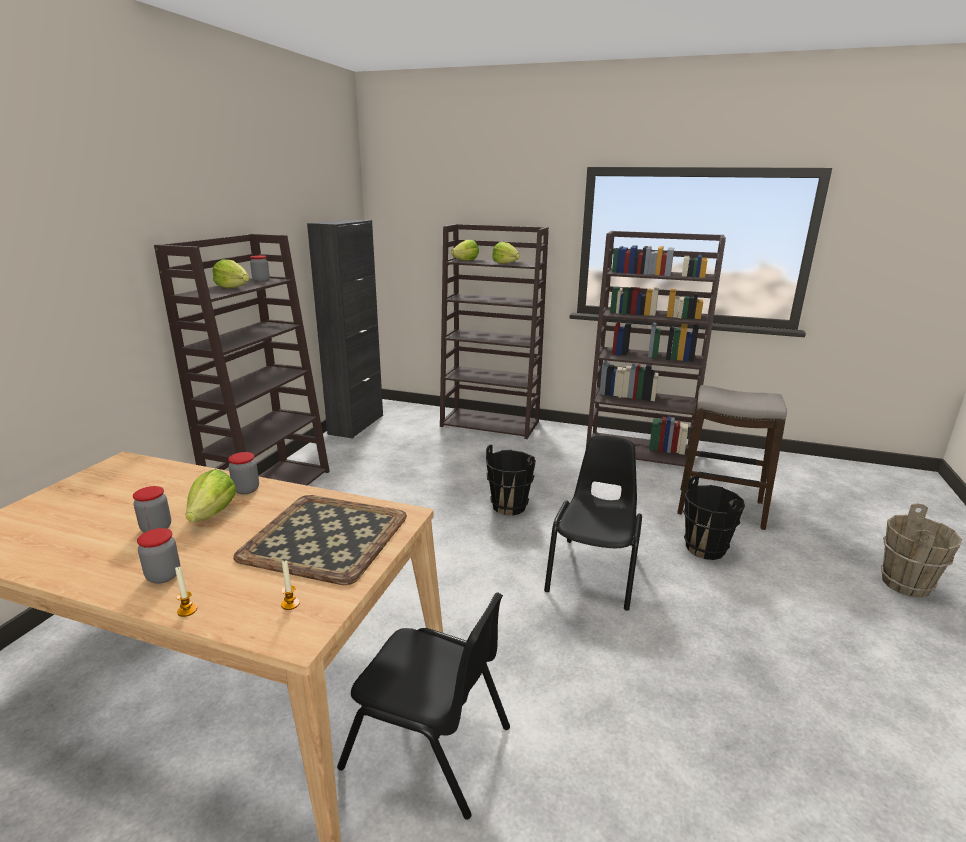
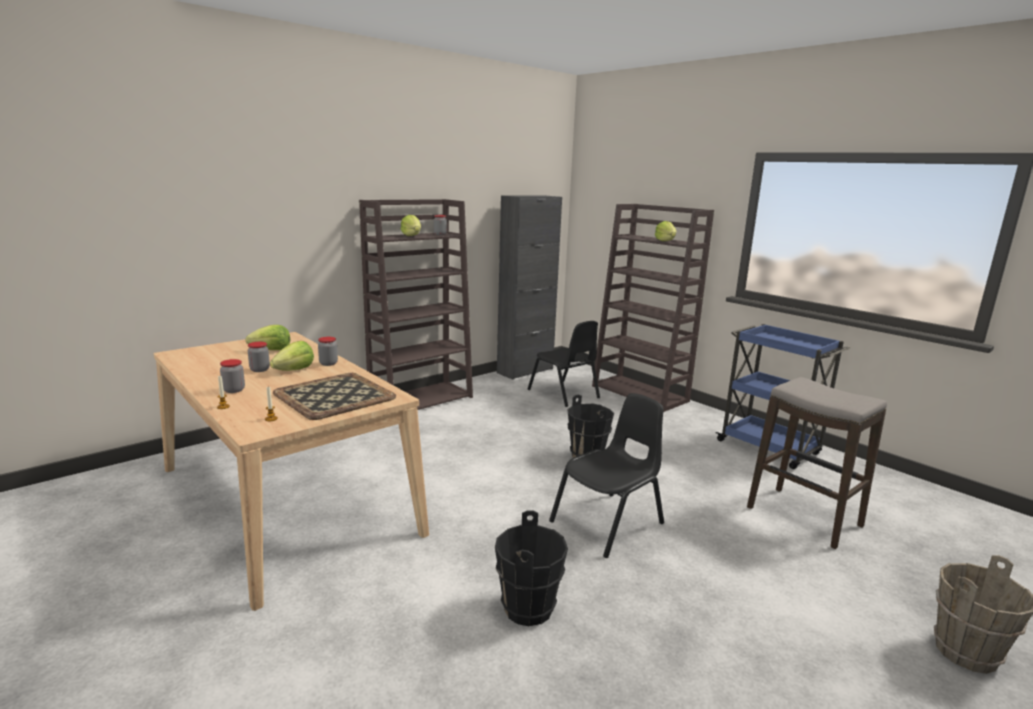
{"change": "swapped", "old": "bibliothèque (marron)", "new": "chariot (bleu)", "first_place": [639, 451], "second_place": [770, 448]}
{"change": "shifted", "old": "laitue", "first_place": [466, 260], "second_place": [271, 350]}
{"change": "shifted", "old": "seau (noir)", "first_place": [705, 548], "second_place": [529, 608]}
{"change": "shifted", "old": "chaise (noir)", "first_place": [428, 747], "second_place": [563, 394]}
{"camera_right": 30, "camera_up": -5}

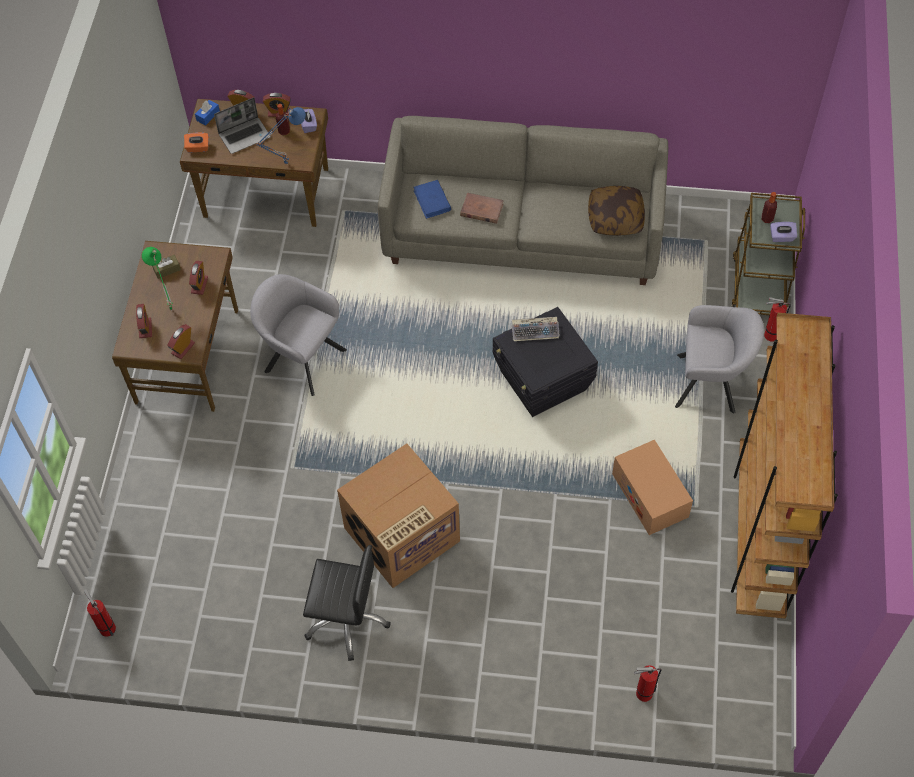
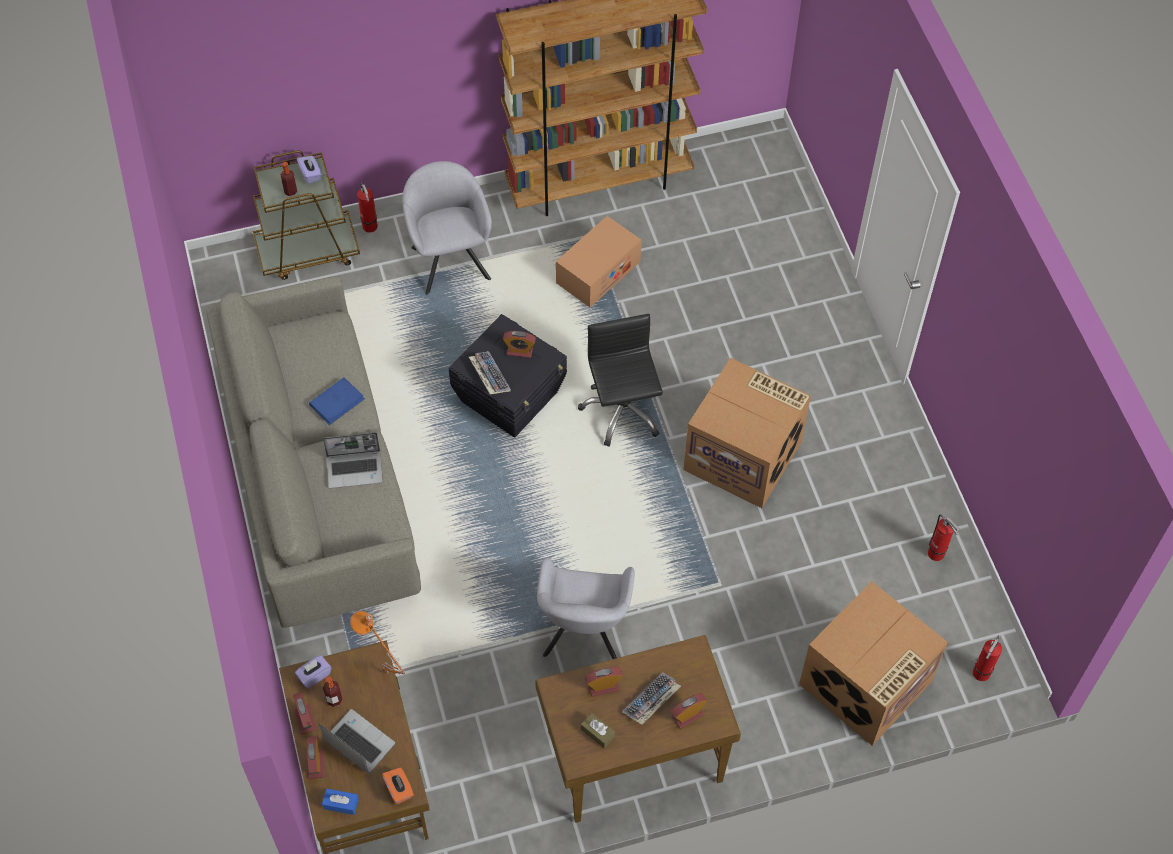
{"change": "repainted", "old": "lampe de table (bleu)", "new": "lampe de table (orange)", "first_place": [286, 163], "second_place": [385, 674]}
{"change": "shifted", "old": "livre (bleu)", "first_place": [432, 201], "second_place": [337, 402]}
{"change": "gone", "old": "coussin", "first_place": [615, 218]}
{"change": "swapped", "old": "livre (marron)", "new": "ordinateur portable", "first_place": [481, 210], "second_place": [355, 469]}
{"change": "swapped", "old": "lampe de table (vert)", "new": "clavier", "first_place": [169, 310], "second_place": [651, 702]}
{"change": "shifted", "old": "réveil", "first_place": [183, 348], "second_place": [520, 351]}
{"change": "shifted", "old": "chaise de bureau (noir)", "first_place": [346, 619], "second_place": [622, 411]}
{"change": "shifted", "old": "extincteur", "first_place": [642, 694], "second_place": [937, 555]}
{"change": "new", "new": "carton", "second_place": [865, 685]}
{"camera_right": -115, "camera_up": 0}

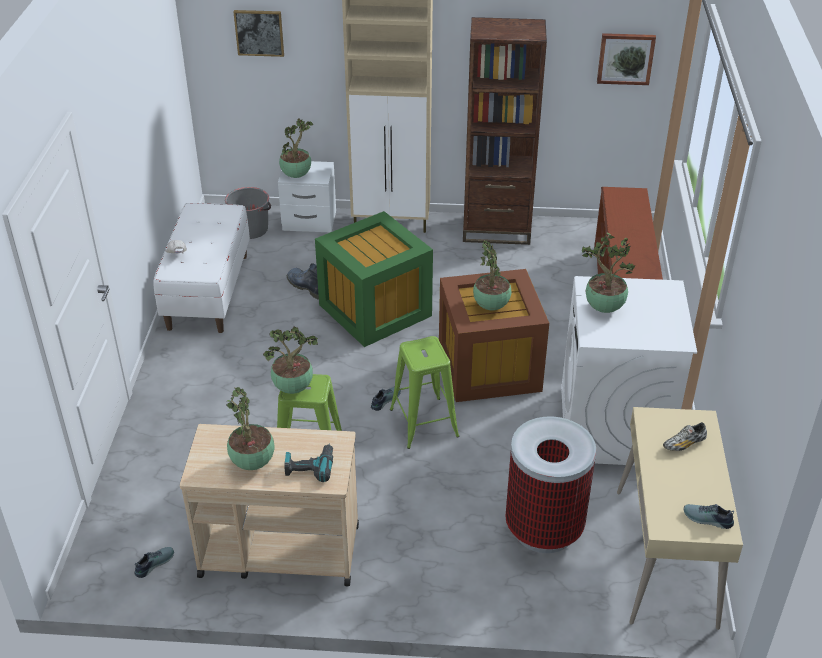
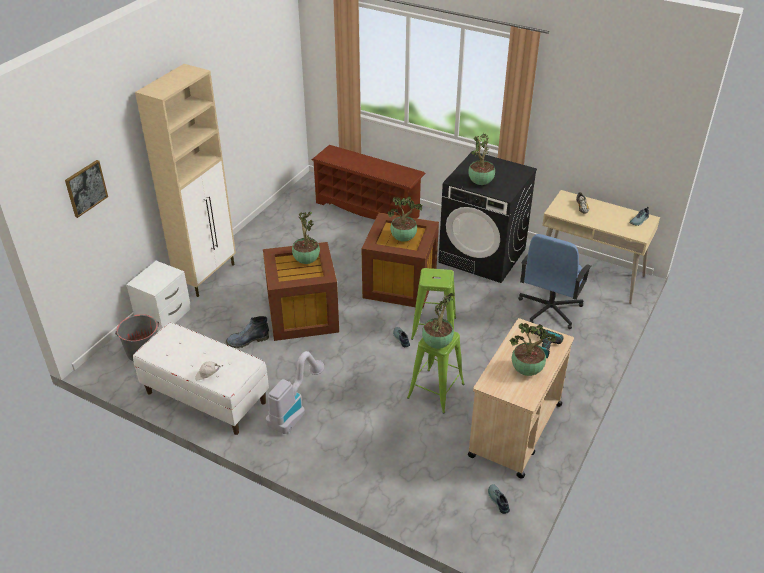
{"change": "gone", "old": "bibliothèque (marron)", "first_place": [496, 230]}
{"change": "gone", "old": "tableau", "first_place": [625, 58]}
{"change": "shifted", "old": "plante en pot", "first_place": [296, 175], "second_place": [306, 260]}
{"change": "repainted", "old": "boîte de rangement (vert)", "new": "boîte de rangement (marron)", "first_place": [375, 309], "second_place": [301, 314]}
{"change": "repainted", "old": "lave-linge (blanc)", "new": "lave-linge (noir)", "first_place": [613, 427], "second_place": [482, 255]}
{"change": "swapped", "old": "poubelle", "new": "chaise de bureau (bleu)", "first_place": [543, 528], "second_place": [549, 310]}
{"change": "new", "new": "aspirateur", "second_place": [294, 410]}
{"camera_right": -65, "camera_up": 0}

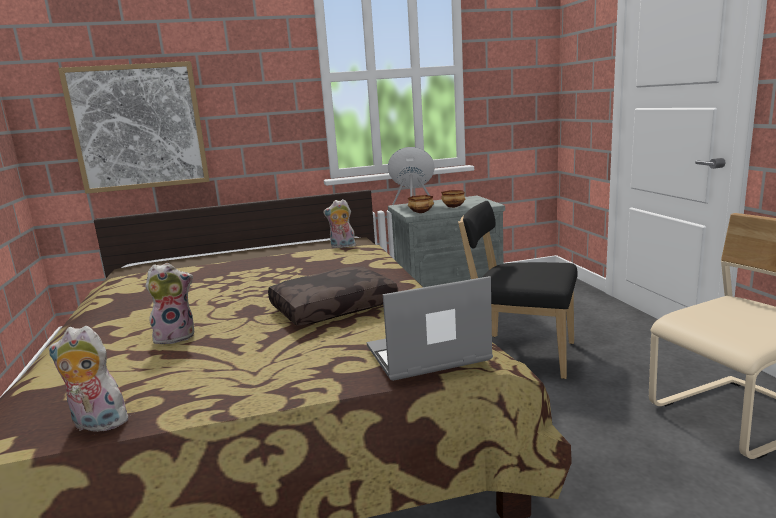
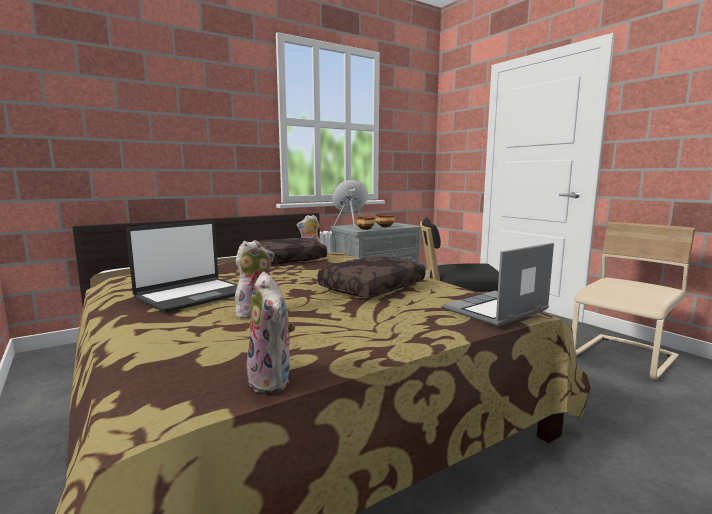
{"change": "gone", "old": "tableau", "first_place": [138, 127]}
{"change": "rotated", "old": "peluche", "first_place": [96, 424], "second_place": [273, 380], "degrees": -105}
{"change": "new", "new": "ordinateur portable", "second_place": [193, 296]}
{"change": "new", "new": "coussin (marron)", "second_place": [286, 259]}
{"camera_right": -20, "camera_up": -5}

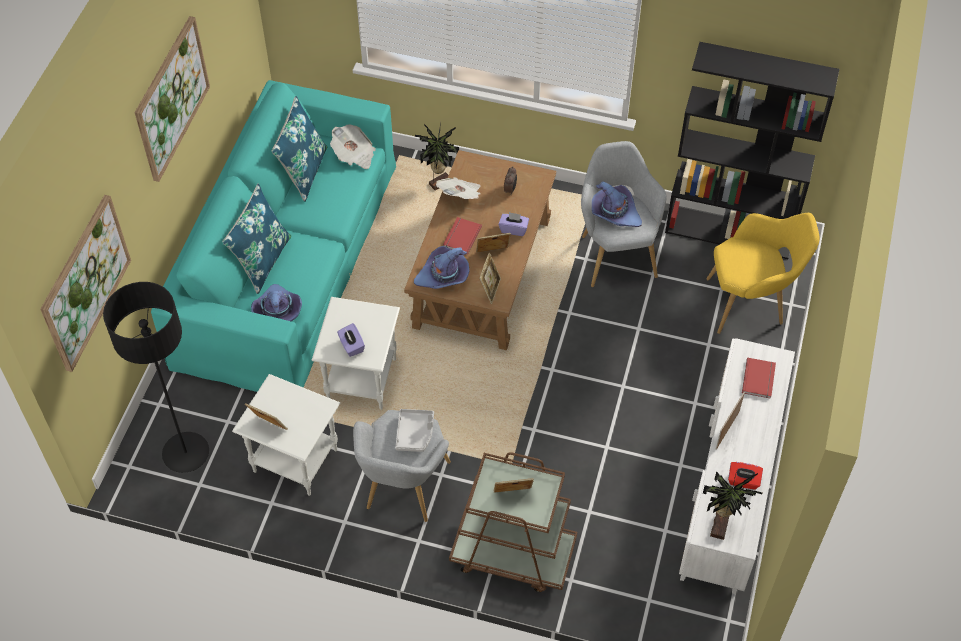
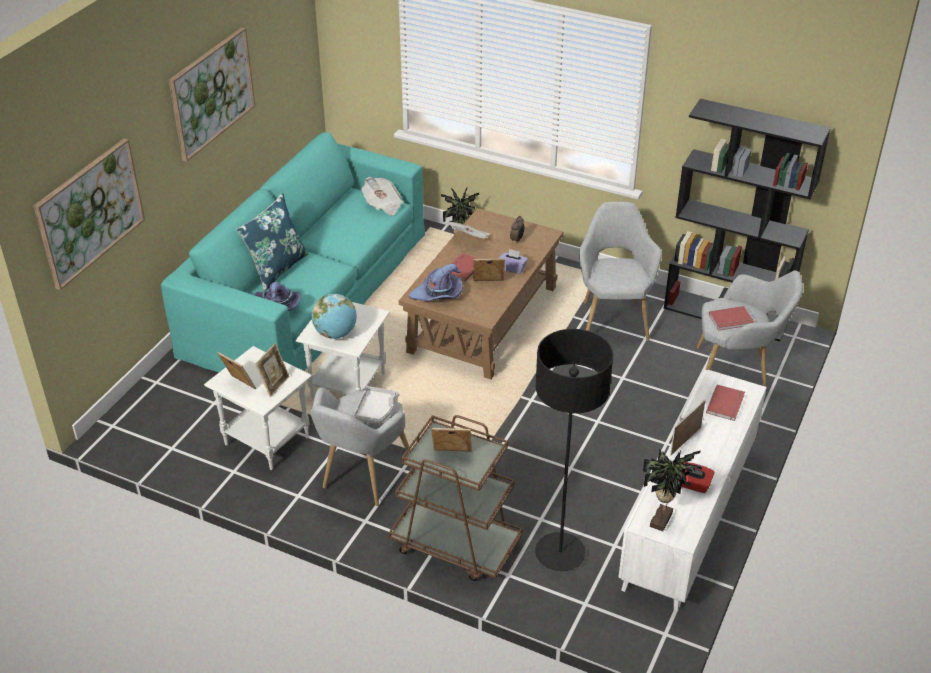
{"change": "gone", "old": "coussin (bleu)", "first_place": [303, 171]}
{"change": "gone", "old": "chapeau (violet)", "first_place": [614, 212]}
{"change": "repainted", "old": "fauteuil (jaune)", "new": "fauteuil (gris)", "first_place": [750, 303], "second_place": [737, 371]}
{"change": "shifted", "old": "cadre photo", "first_place": [490, 289], "second_place": [274, 384]}
{"change": "shifted", "old": "lampadaire (noir)", "first_place": [186, 453], "second_place": [560, 553]}
{"change": "swapped", "old": "boîte à mouchoirs (violet)", "new": "globe", "first_place": [351, 346], "second_place": [335, 334]}
{"change": "new", "new": "livre (rouge)", "second_place": [731, 320]}
{"camera_right": 10, "camera_up": -15}

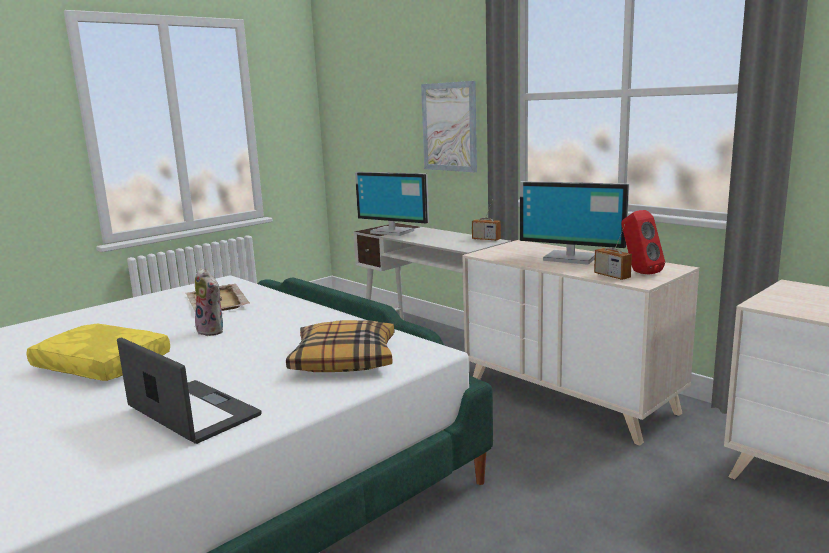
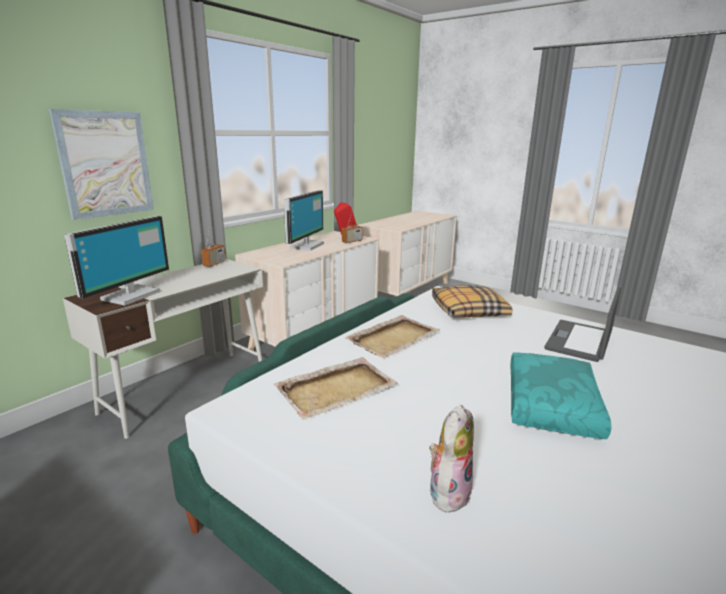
{"change": "shifted", "old": "peluche", "first_place": [213, 331], "second_place": [448, 491]}
{"change": "repainted", "old": "coussin (jaune)", "new": "coussin (turquoise)", "first_place": [100, 365], "second_place": [553, 405]}
{"change": "new", "new": "plateau (beige)", "second_place": [394, 338]}
{"camera_right": -100, "camera_up": 5}

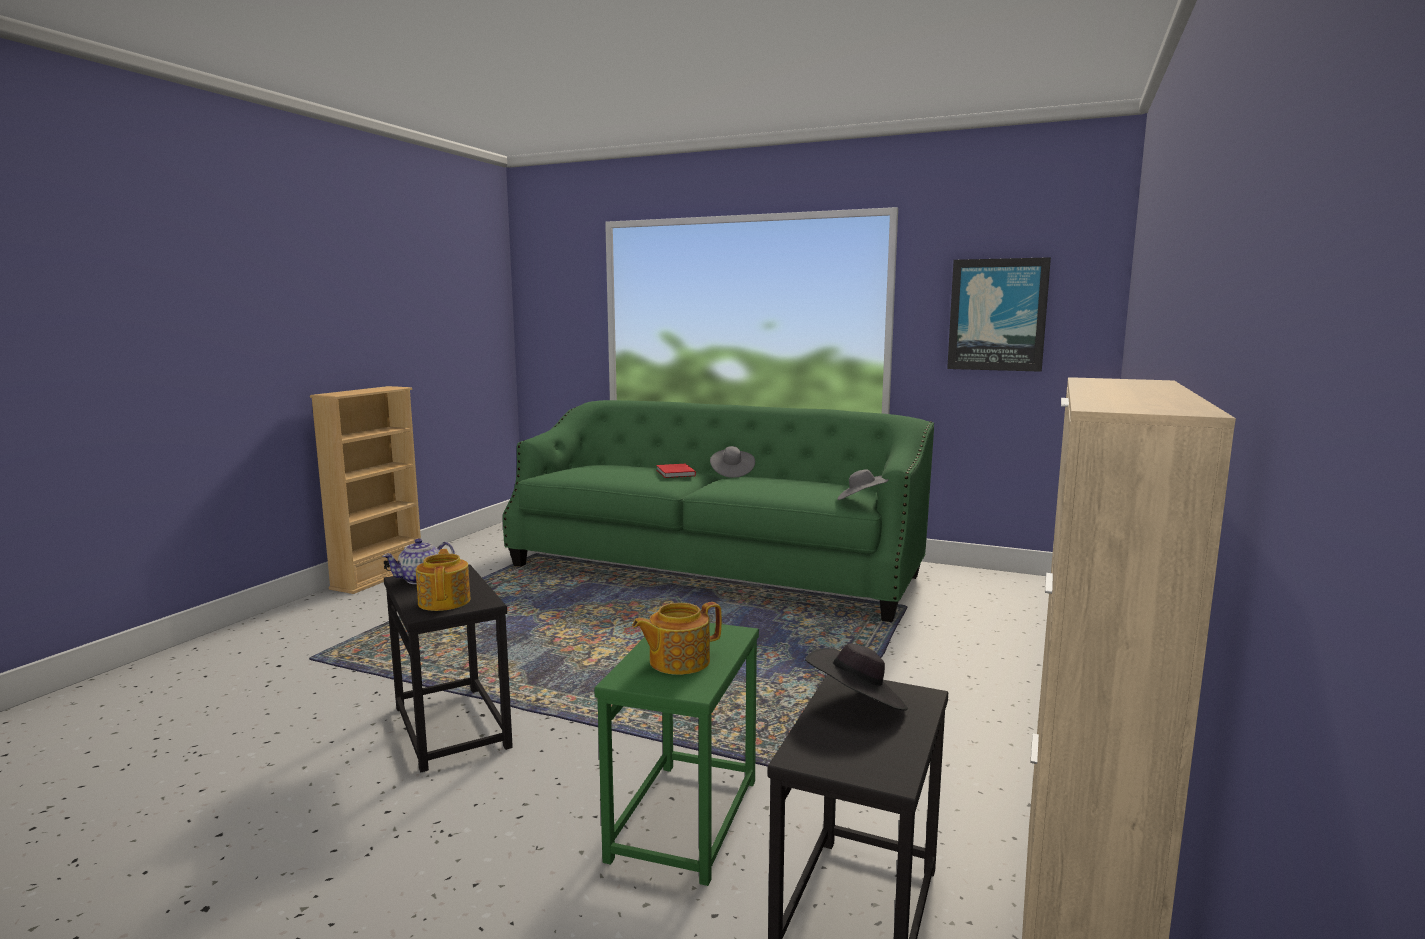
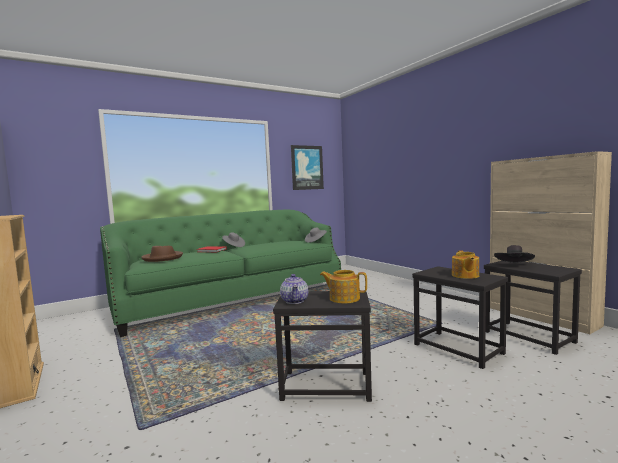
{"change": "repainted", "old": "table d'appoint (vert)", "new": "table d'appoint (noir)", "first_place": [686, 819], "second_place": [458, 348]}
{"change": "new", "new": "chapeau (marron)", "second_place": [162, 258]}
{"camera_right": -55, "camera_up": -5}

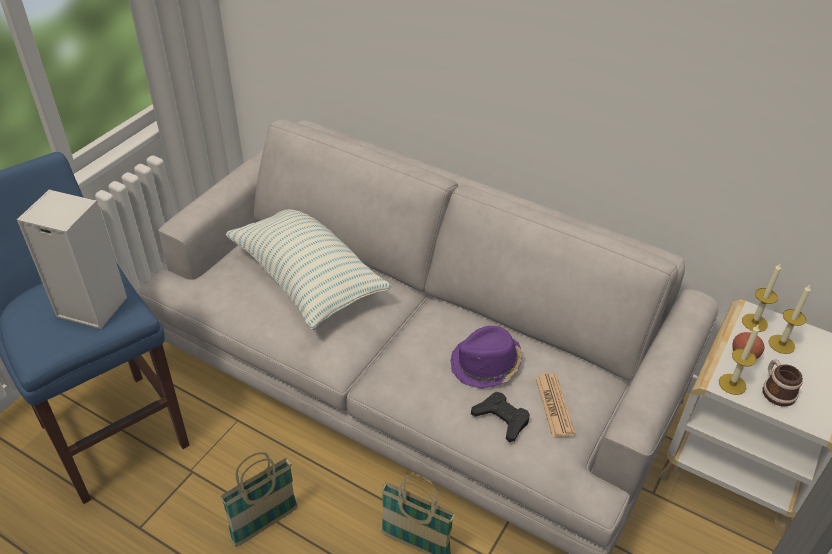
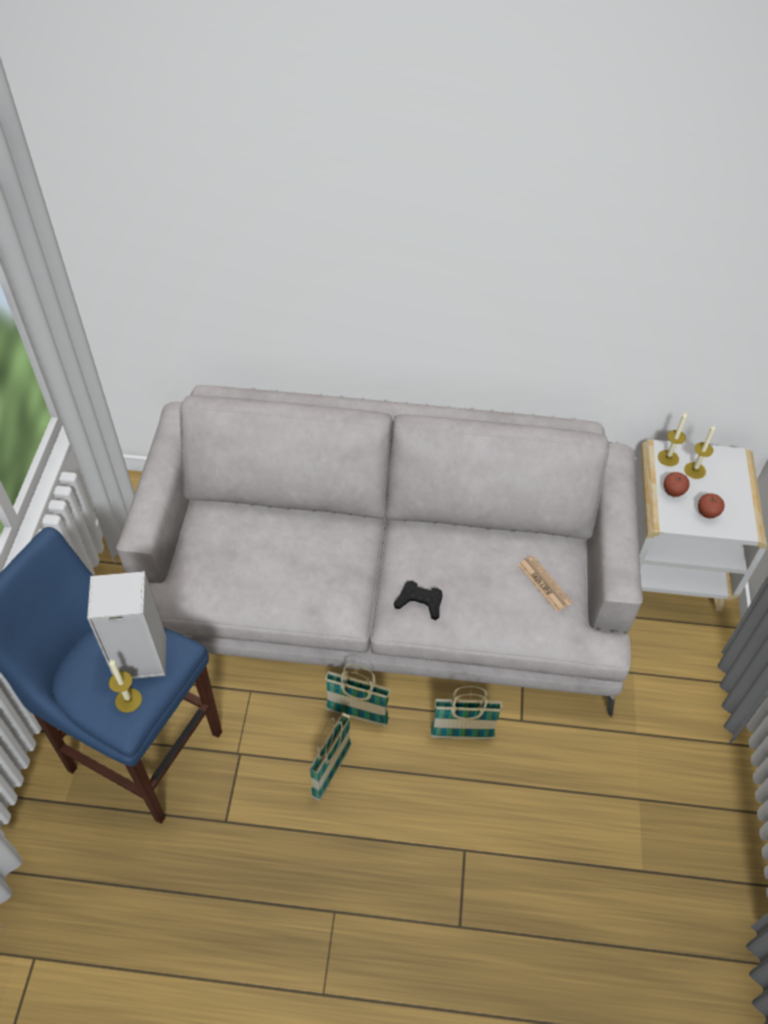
{"change": "gone", "old": "coussin", "first_place": [308, 278]}
{"change": "shifted", "old": "bougie", "first_place": [732, 384], "second_place": [128, 700]}
{"change": "gone", "old": "chapeau (violet)", "first_place": [486, 365]}
{"change": "swapped", "old": "mug", "new": "pomme", "first_place": [776, 390], "second_place": [707, 513]}
{"change": "shifted", "old": "manette (noir)", "first_place": [501, 419], "second_place": [420, 602]}
{"change": "new", "new": "panier", "second_place": [357, 715]}
{"camera_right": -25, "camera_up": 10}

